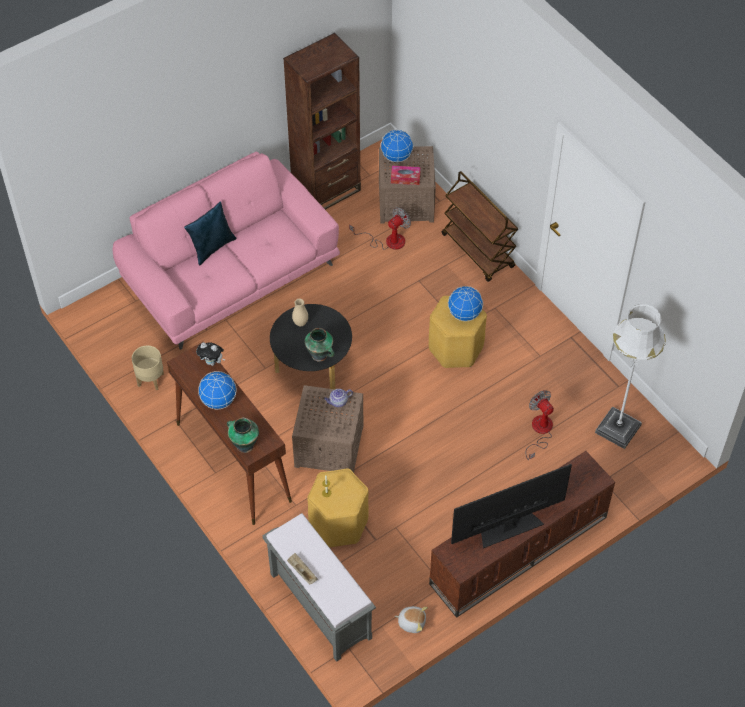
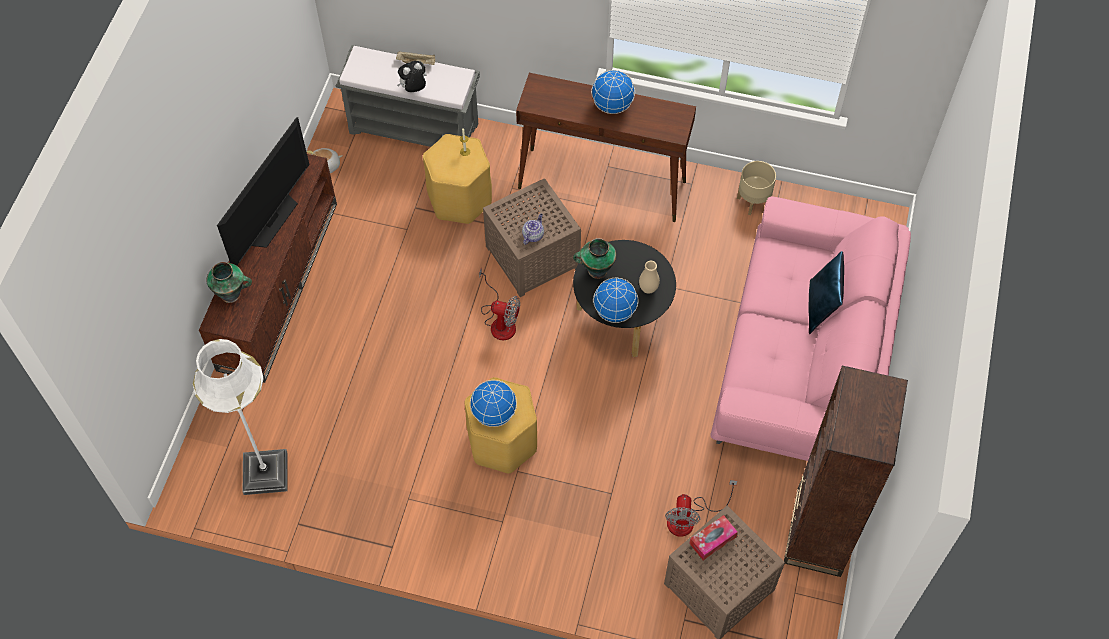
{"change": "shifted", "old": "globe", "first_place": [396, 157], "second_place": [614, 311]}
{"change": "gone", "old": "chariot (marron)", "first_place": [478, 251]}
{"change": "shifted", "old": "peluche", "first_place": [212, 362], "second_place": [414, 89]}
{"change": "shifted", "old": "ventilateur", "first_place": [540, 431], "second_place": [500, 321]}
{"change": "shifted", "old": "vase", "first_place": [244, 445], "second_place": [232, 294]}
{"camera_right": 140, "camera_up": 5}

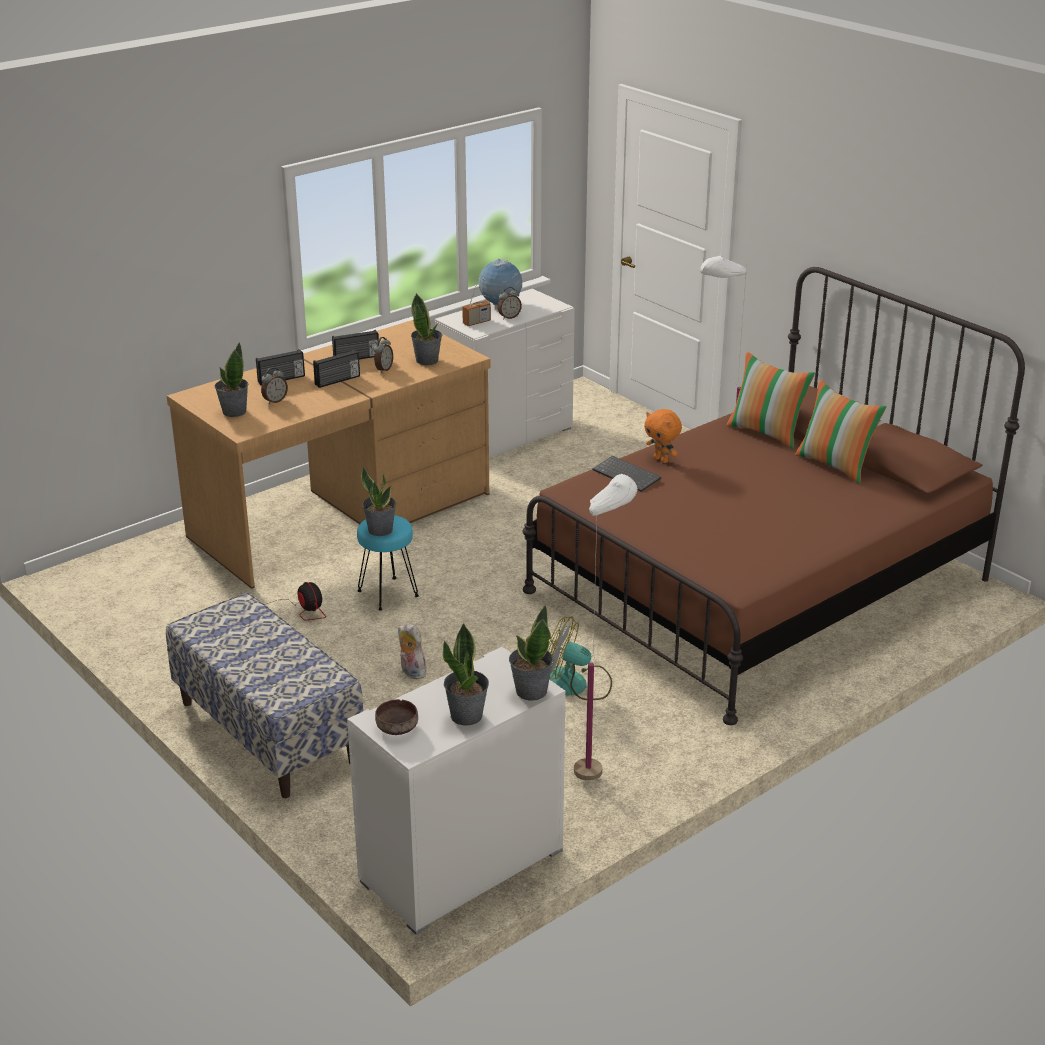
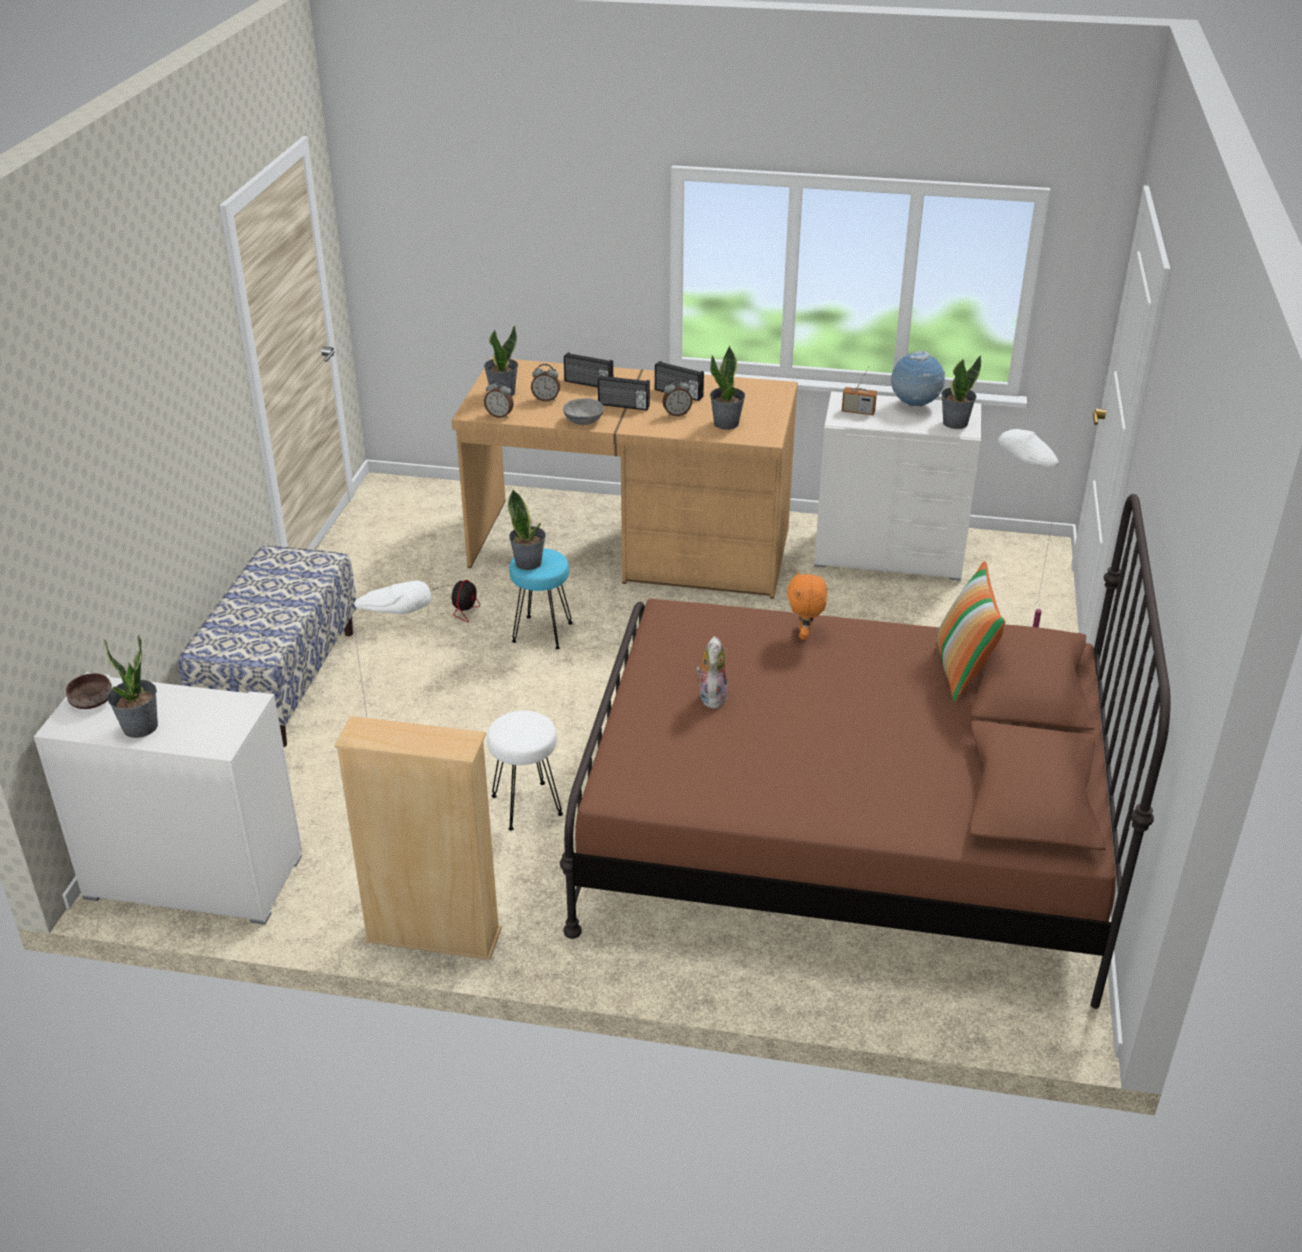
{"change": "shifted", "old": "réveil", "first_place": [509, 317], "second_place": [500, 415]}
{"change": "gone", "old": "coussin", "first_place": [835, 465]}
{"change": "gone", "old": "clavier", "first_place": [628, 475]}
{"change": "shifted", "old": "plante en pot", "first_place": [530, 691], "second_place": [954, 423]}
{"change": "swapped", "old": "ventilateur", "new": "tabouret (blanc)", "first_place": [577, 685], "second_place": [525, 806]}
{"change": "shifted", "old": "peluche", "first_place": [411, 672], "second_place": [711, 696]}
{"change": "new", "new": "bol (gris)", "second_place": [583, 420]}
{"change": "new", "new": "bibliothèque (beige)", "second_place": [433, 936]}
{"camera_right": 50, "camera_up": 5}

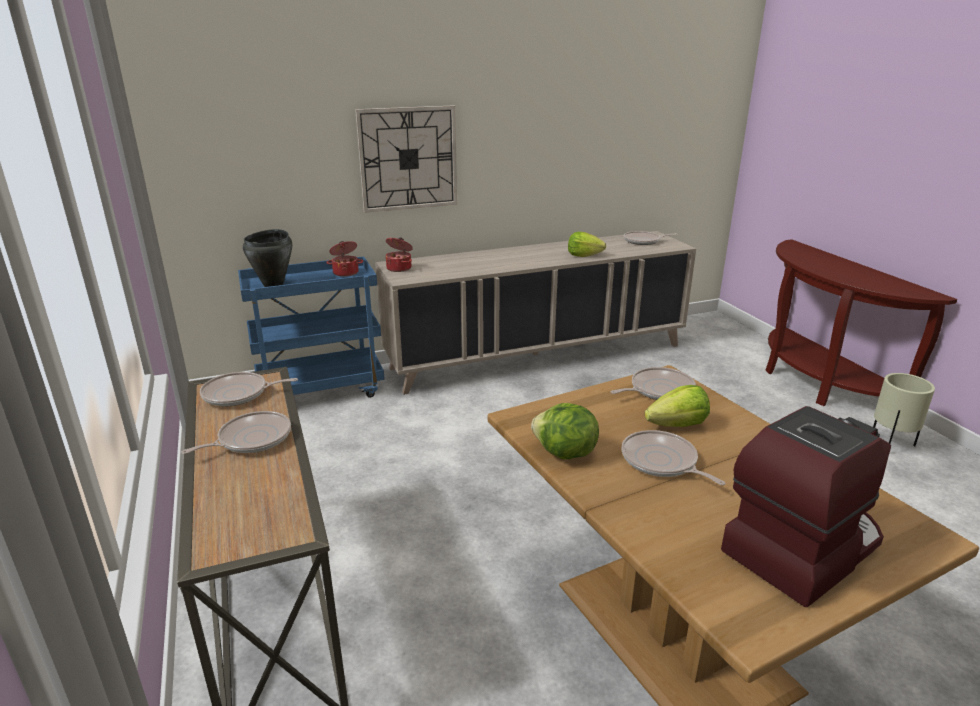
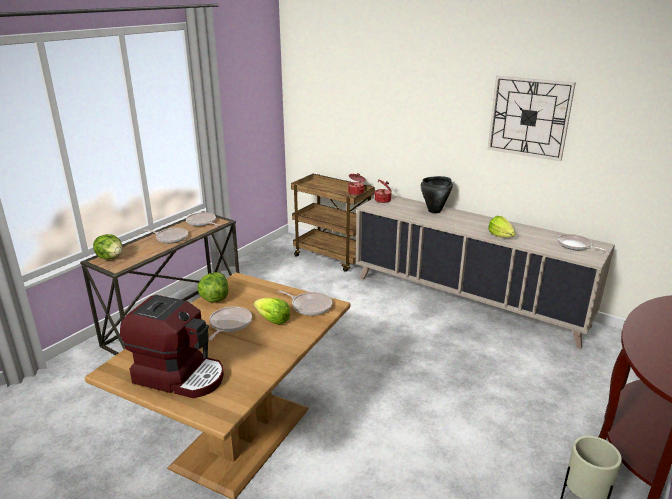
{"change": "shifted", "old": "horloge murale", "first_place": [408, 159], "second_place": [529, 117]}
{"change": "shifted", "old": "marmite (noir)", "first_place": [274, 285], "second_place": [434, 211]}
{"change": "repainted", "old": "chariot (bleu)", "new": "chariot (marron)", "first_place": [321, 390], "second_place": [333, 257]}
{"change": "new", "new": "laitue", "second_place": [111, 257]}
{"camera_right": 55, "camera_up": 0}

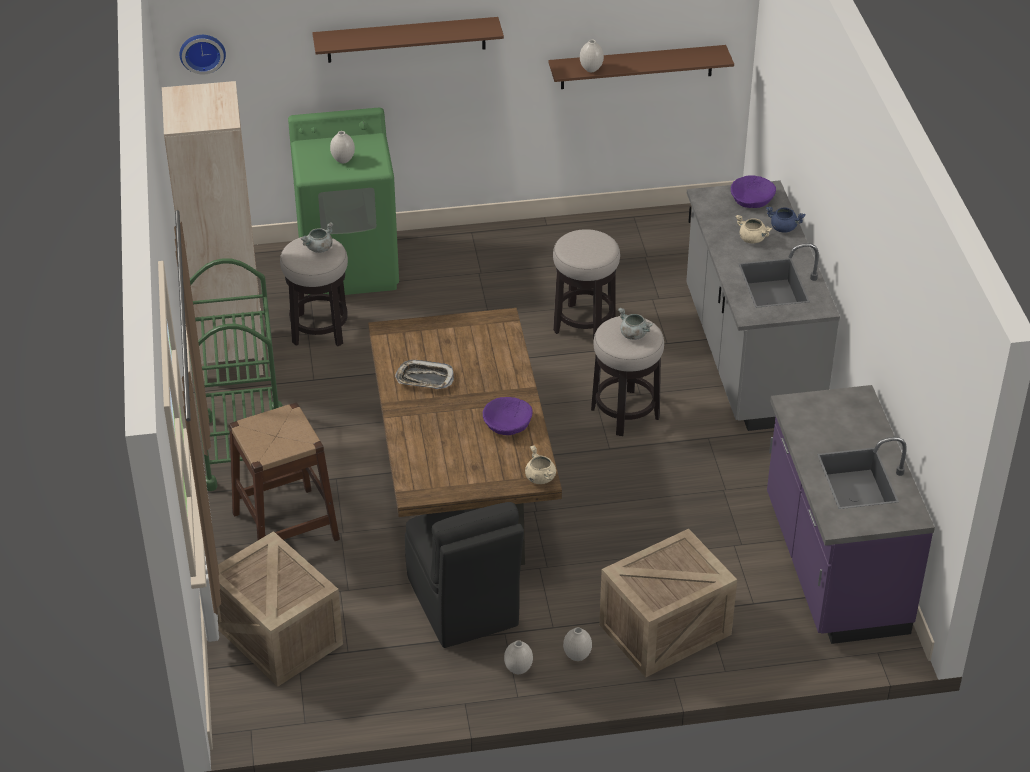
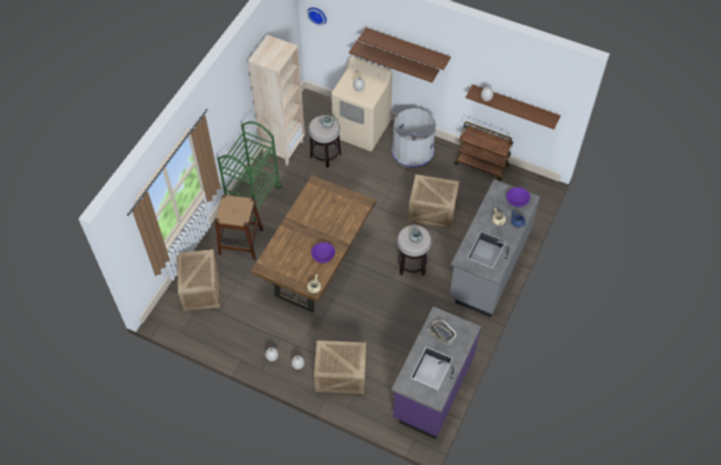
{"change": "repainted", "old": "lave-linge (vert)", "new": "lave-linge (beige)", "first_place": [349, 266], "second_place": [362, 129]}
{"change": "swapped", "old": "tabouret", "new": "caisse", "first_place": [584, 324], "second_place": [433, 211]}
{"change": "shifted", "old": "plateau", "first_place": [424, 379], "second_place": [442, 332]}
{"change": "gone", "old": "chaise (noir)", "first_place": [463, 604]}
{"change": "new", "new": "étagère (marron)", "second_place": [397, 60]}
{"change": "new", "new": "poubelle (gris)", "second_place": [412, 151]}
{"change": "new", "new": "chariot (marron)", "second_place": [482, 165]}
{"camera_right": 35, "camera_up": 15}

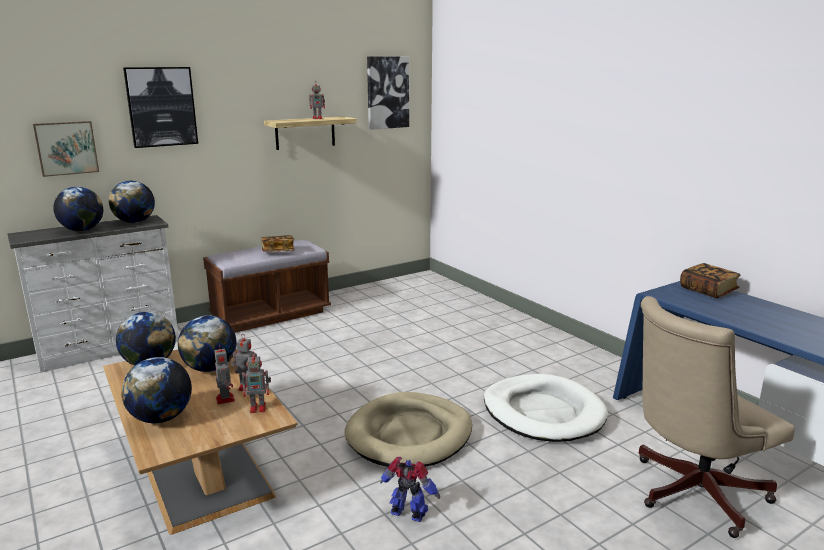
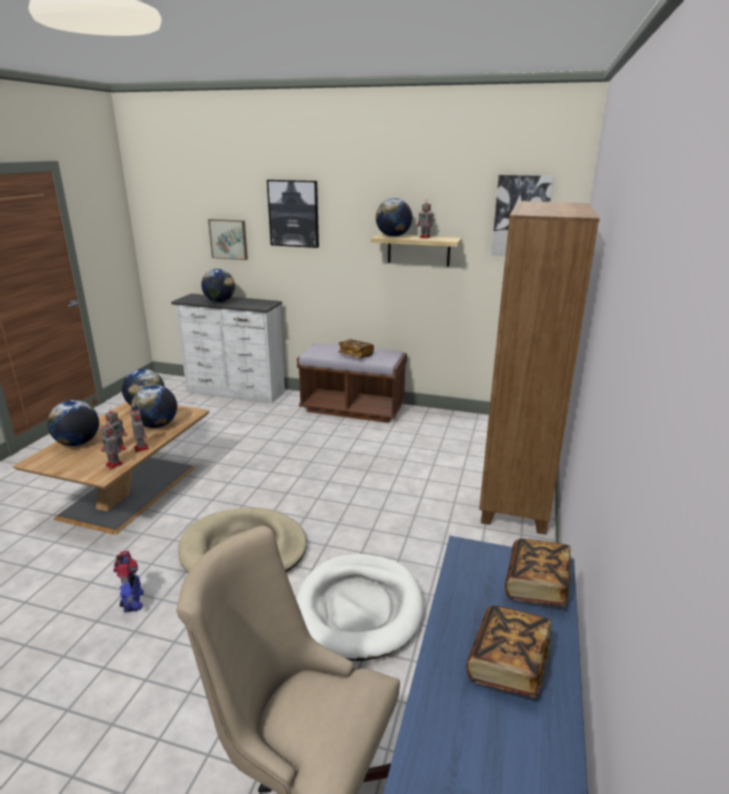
{"change": "shifted", "old": "globe", "first_place": [135, 222], "second_place": [393, 236]}
{"change": "new", "new": "bibliothèque (marron)", "second_place": [514, 494]}
{"change": "new", "new": "livre", "second_place": [507, 664]}
{"camera_right": 50, "camera_up": 5}

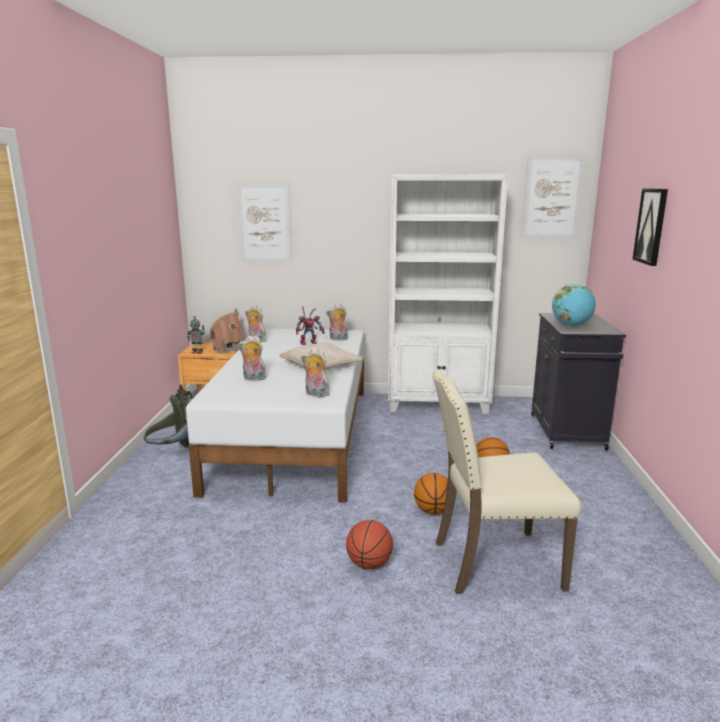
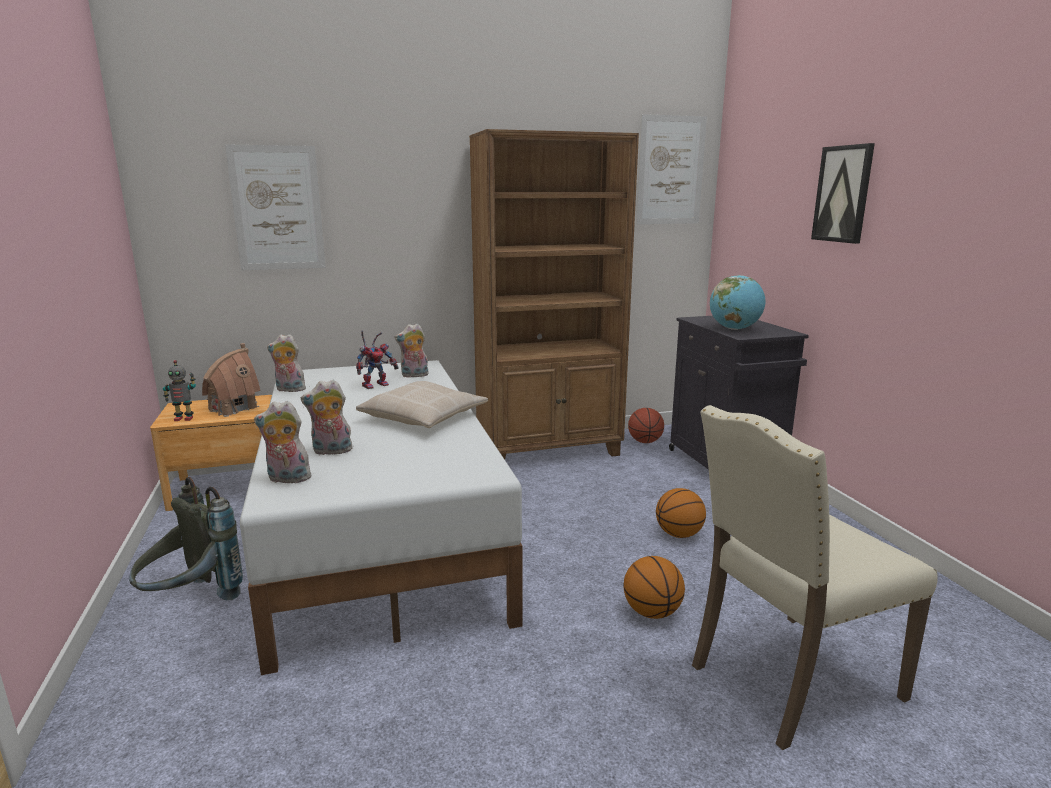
{"change": "repainted", "old": "bibliothèque (blanc)", "new": "bibliothèque (marron)", "first_place": [438, 404], "second_place": [549, 451]}
{"change": "shifted", "old": "peluche", "first_place": [315, 394], "second_place": [287, 479]}
{"change": "shifted", "old": "ballon de basket", "first_place": [369, 564], "second_place": [645, 442]}
{"camera_right": -20, "camera_up": 0}

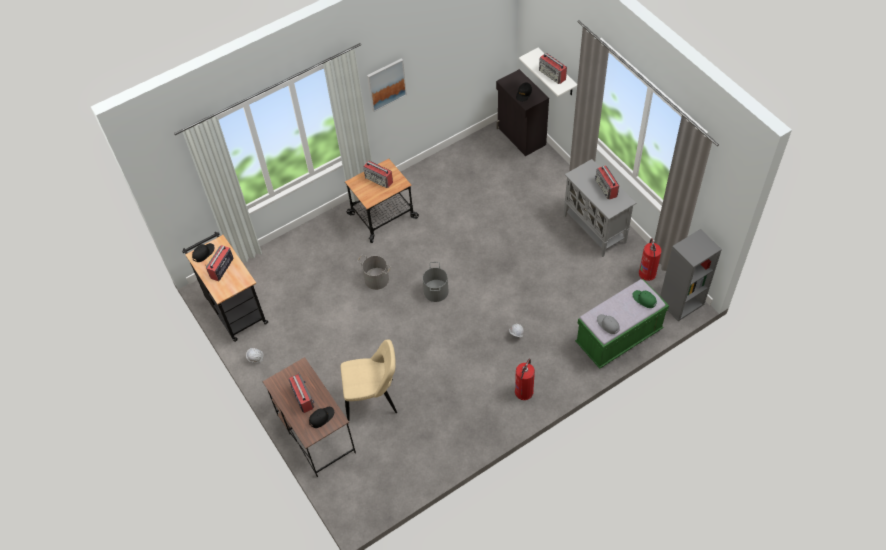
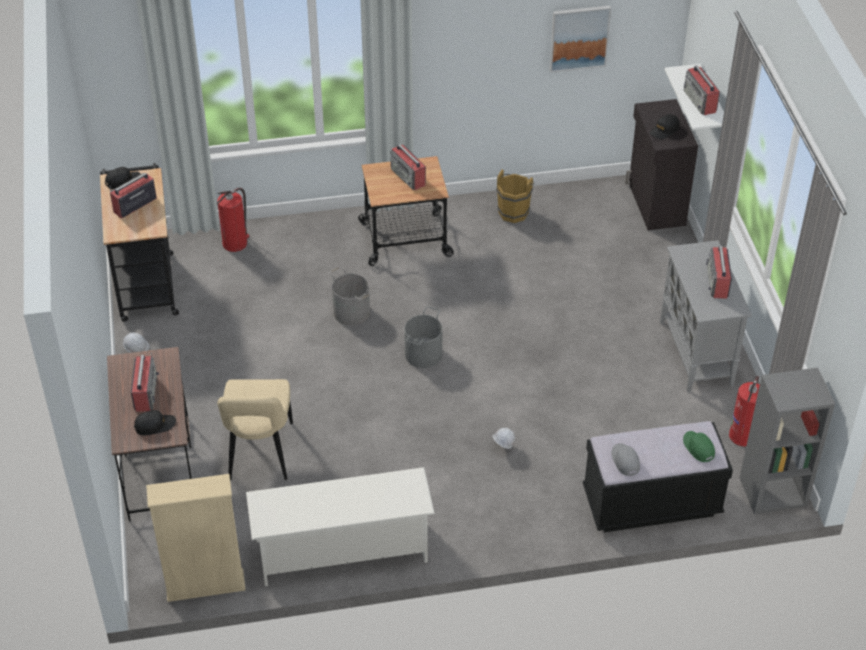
{"change": "shifted", "old": "tableau", "first_place": [386, 84], "second_place": [579, 38]}
{"change": "repainted", "old": "banc (vert)", "new": "banc (noir)", "first_place": [618, 337], "second_place": [651, 503]}
{"change": "rotated", "old": "chaise (beige)", "first_place": [373, 399], "second_place": [260, 455], "degrees": 75}
{"change": "shifted", "old": "extincteur", "first_place": [524, 391], "second_place": [235, 243]}
{"change": "new", "new": "seau (marron)", "second_place": [514, 211]}
{"change": "new", "new": "étagère à chaussures (blanc)", "second_place": [342, 551]}
{"change": "new", "new": "bibliothèque (beige)", "second_place": [205, 586]}
{"camera_right": 20, "camera_up": -10}

